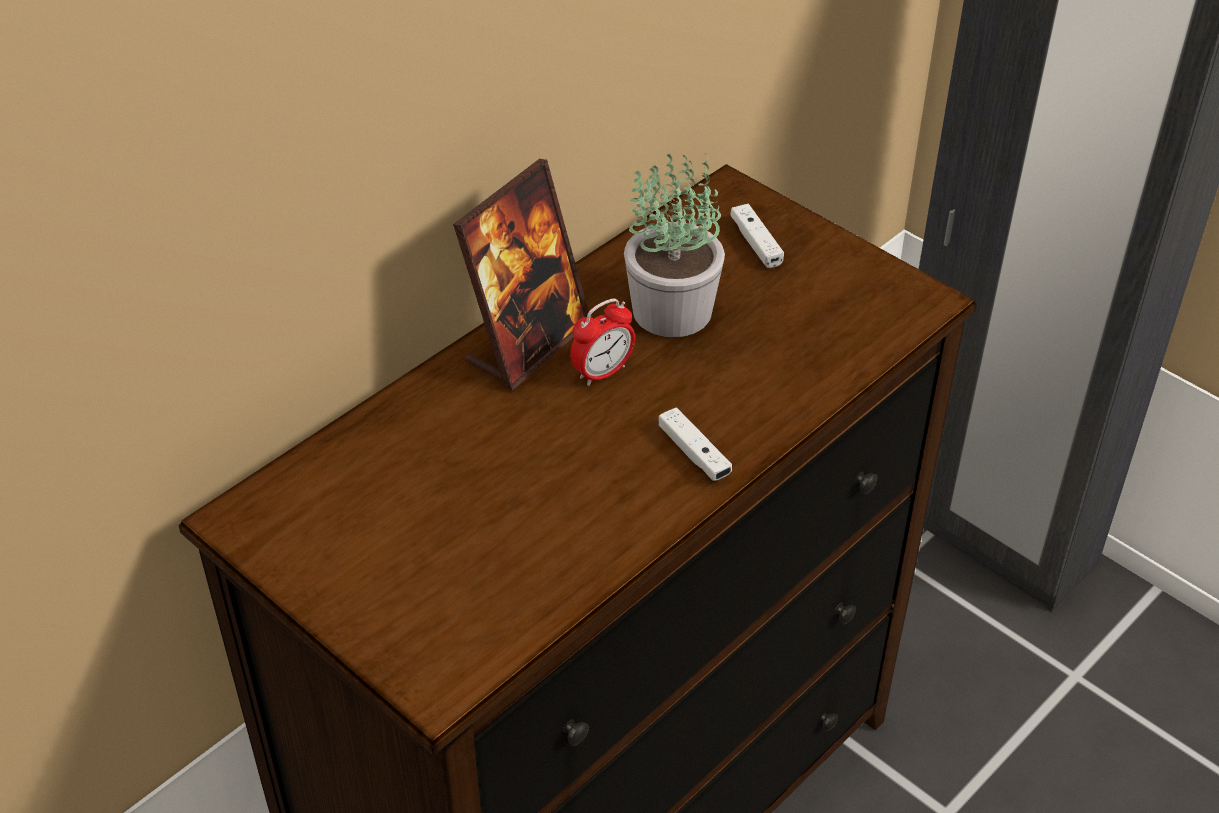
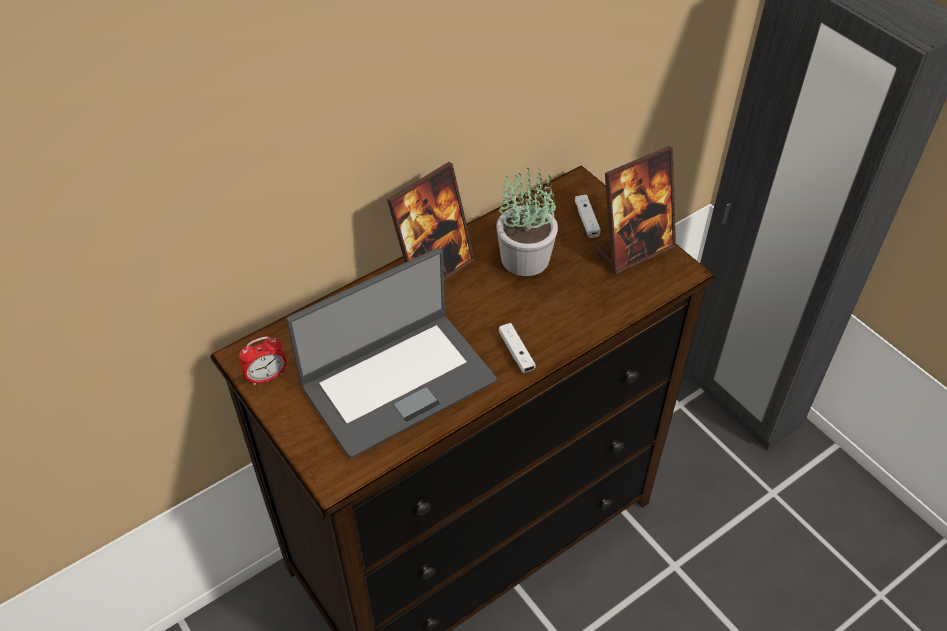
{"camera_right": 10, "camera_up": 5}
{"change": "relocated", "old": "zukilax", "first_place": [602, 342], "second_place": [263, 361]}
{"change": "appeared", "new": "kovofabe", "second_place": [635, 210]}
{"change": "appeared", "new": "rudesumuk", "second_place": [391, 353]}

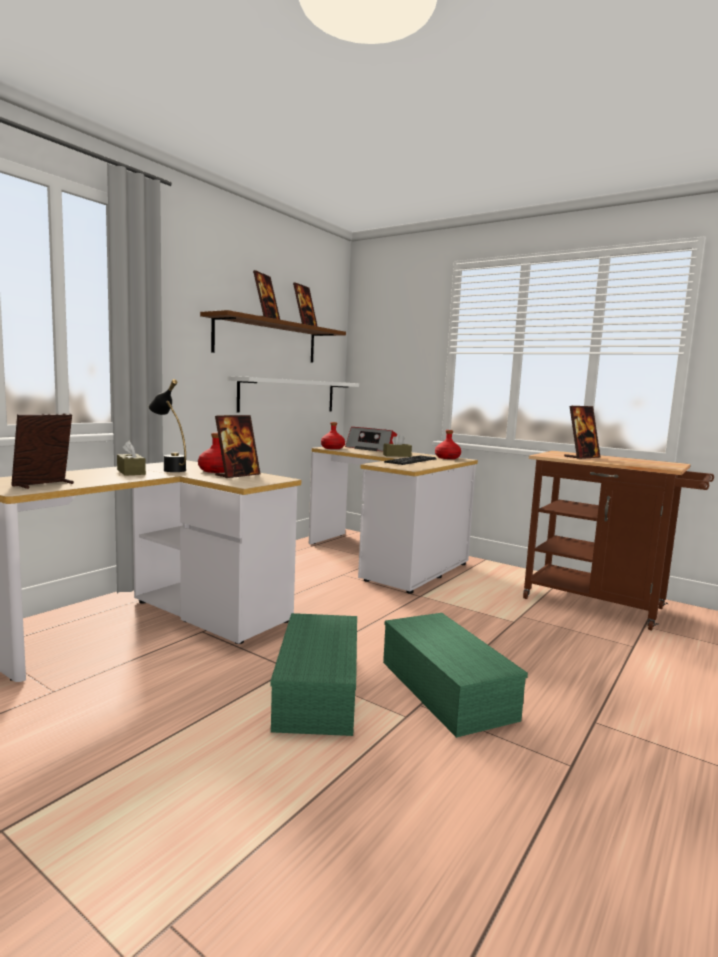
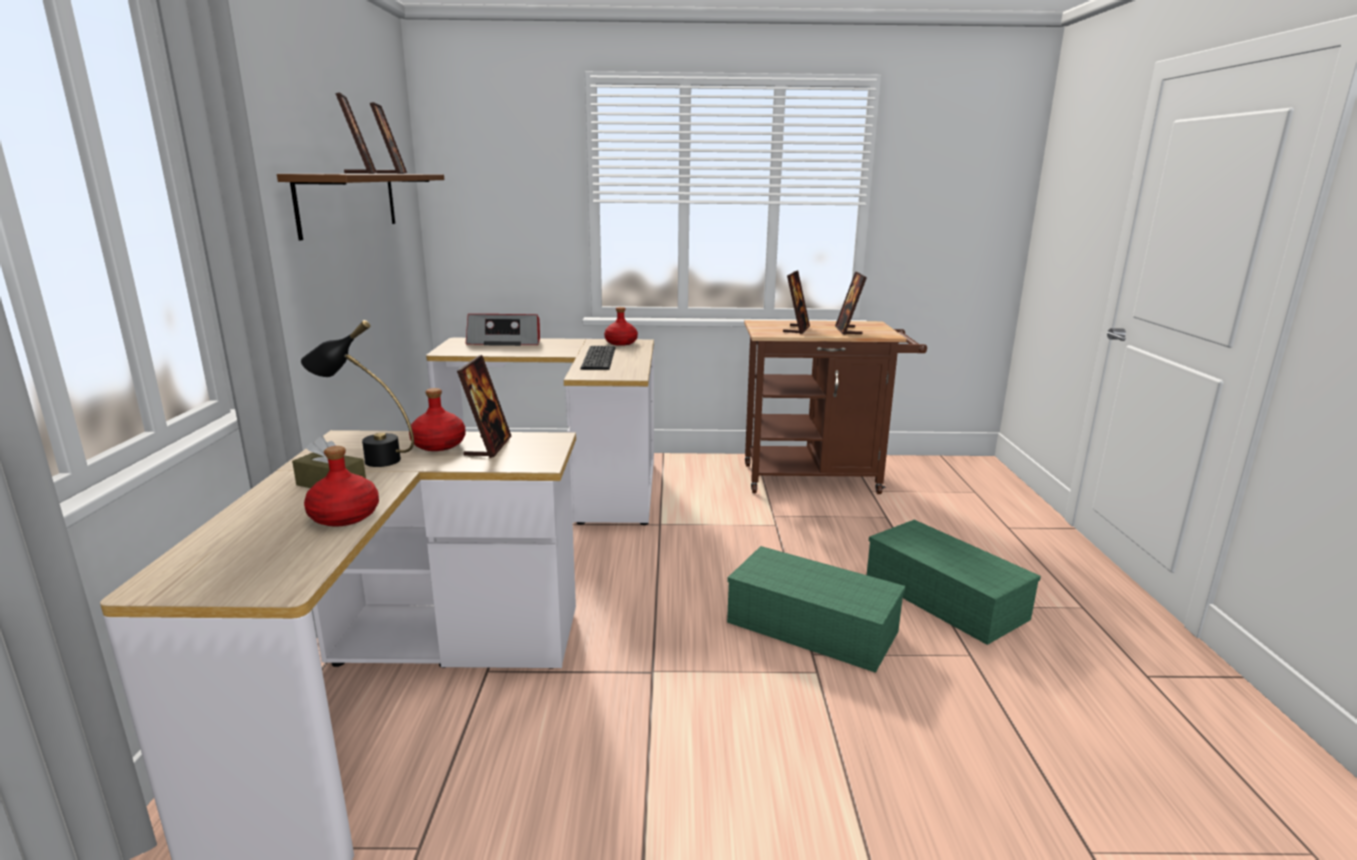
{"camera_right": -35, "camera_up": 10}
{"change": "missing", "old": "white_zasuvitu", "first_place": [293, 394]}
{"change": "relocated", "old": "kovofabe", "first_place": [42, 451], "second_place": [851, 303]}
{"change": "relocated", "old": "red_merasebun", "first_place": [333, 435], "second_place": [341, 486]}
{"change": "missing", "old": "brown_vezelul", "first_place": [397, 445]}
{"change": "relocated", "old": "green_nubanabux", "first_place": [313, 674], "second_place": [954, 582]}

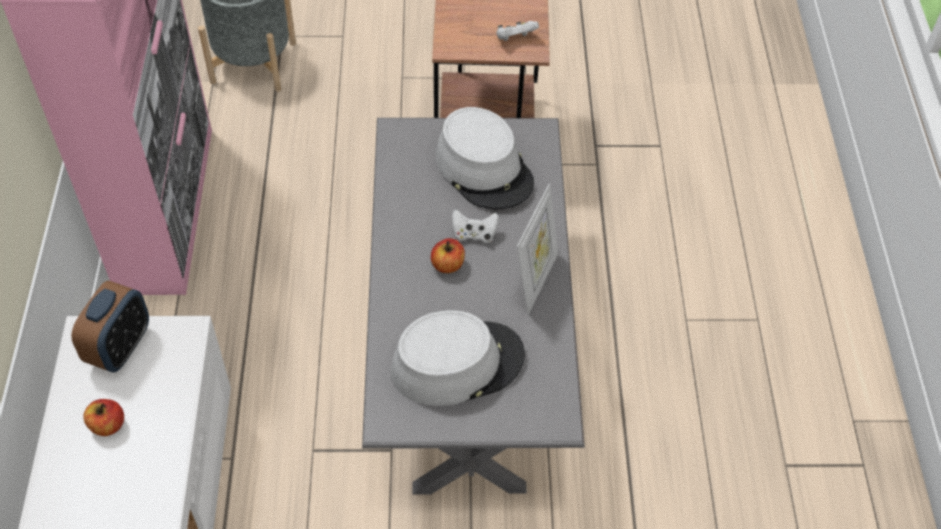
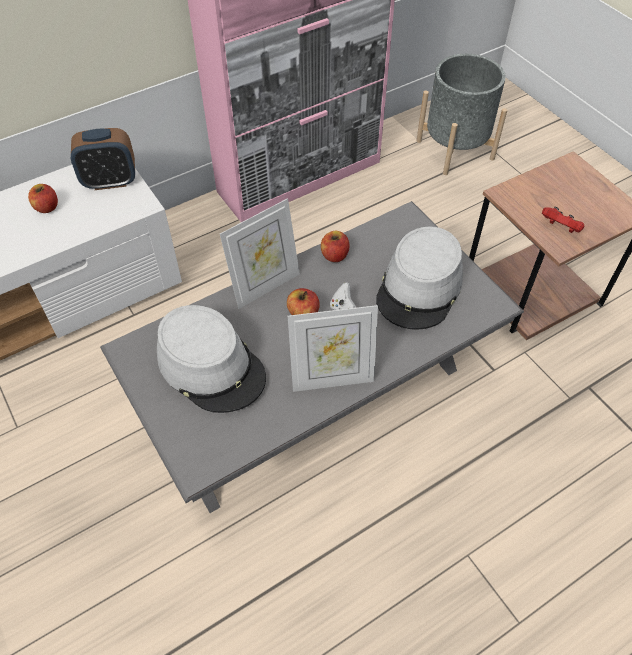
{"camera_right": 60, "camera_up": 0}
{"change": "colour", "old": "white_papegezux", "new": "red_papegezux", "first_place": [517, 31], "second_place": [563, 220]}
{"change": "appeared", "new": "kovofabe", "second_place": [260, 253]}
{"change": "appeared", "new": "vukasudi", "second_place": [335, 246]}

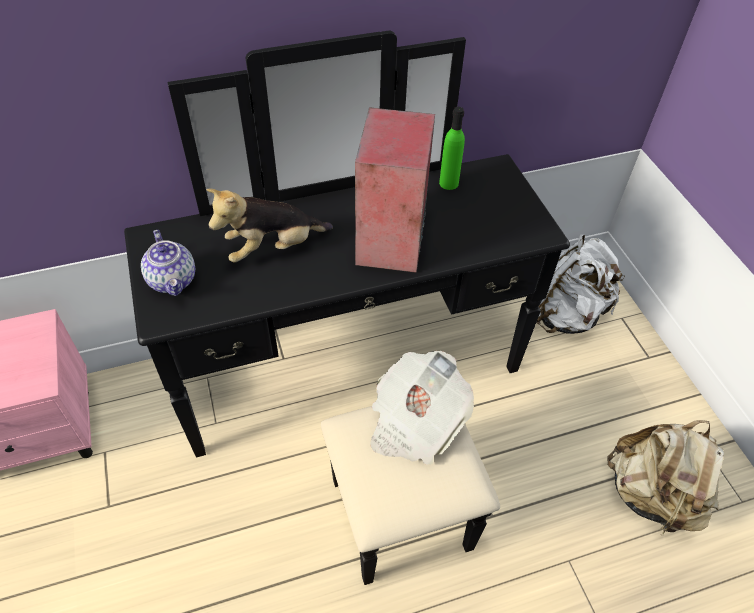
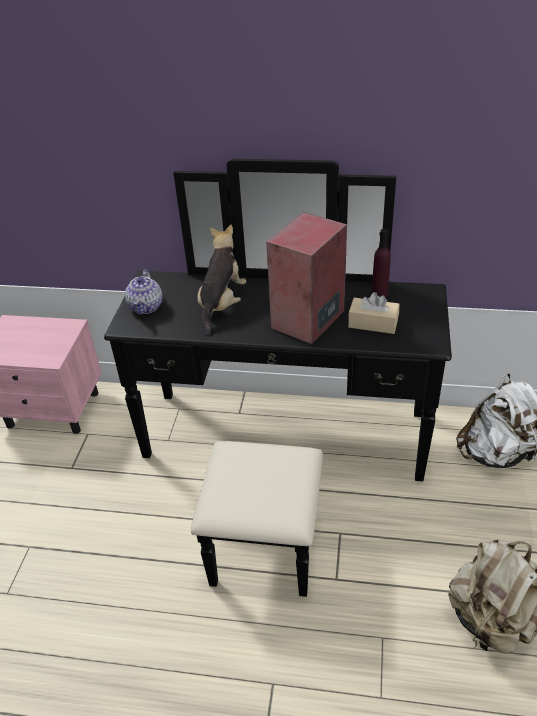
{"camera_right": 30, "camera_up": -10}
{"change": "colour", "old": "green_merasebun", "new": "purple_merasebun", "first_place": [452, 148], "second_place": [381, 263]}
{"change": "spun", "old": "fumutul", "first_place": [269, 225], "second_place": [222, 280], "degrees": 105}
{"change": "missing", "old": "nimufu", "first_place": [422, 408]}
{"change": "appeared", "new": "beige_vezelul", "second_place": [374, 313]}

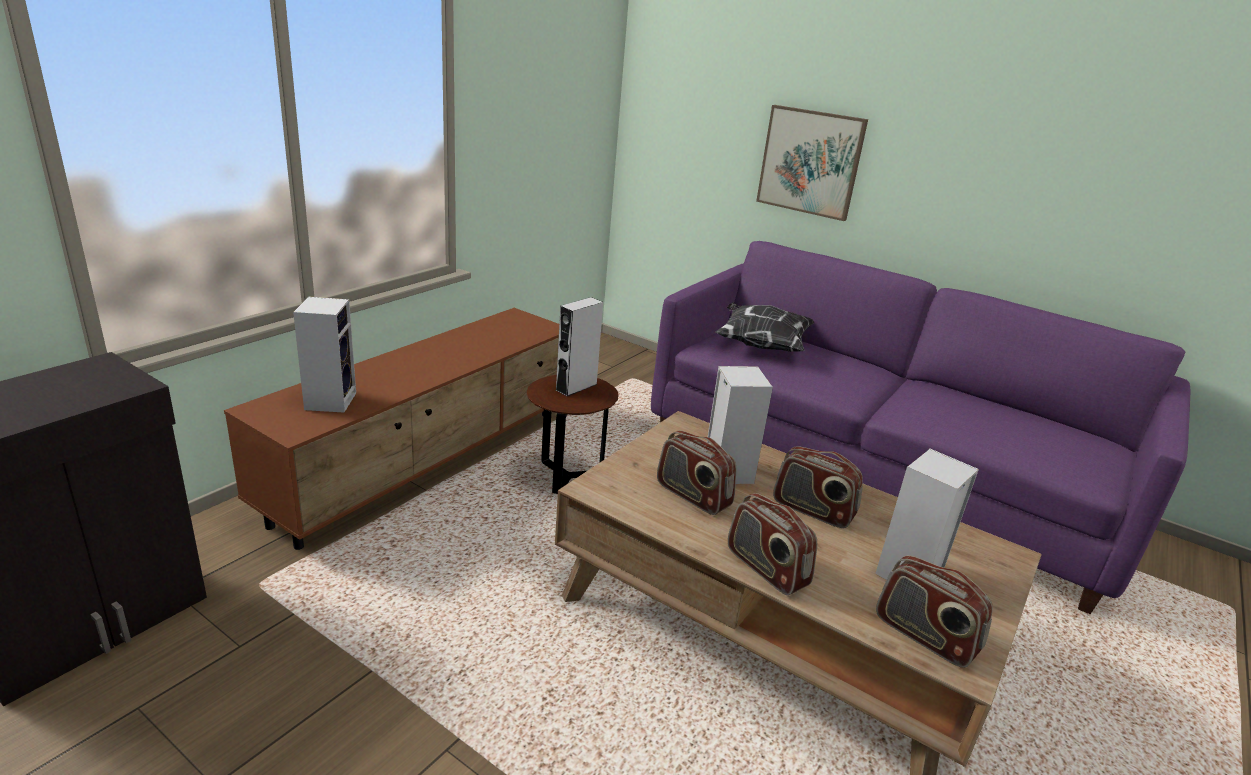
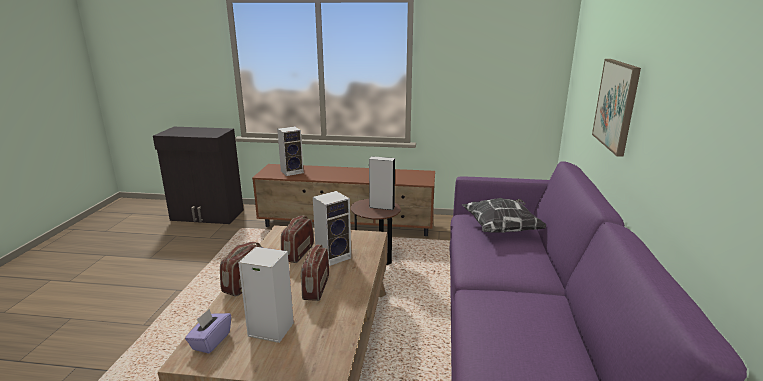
{"camera_right": 65, "camera_up": -5}
{"change": "exchanged", "old": "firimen", "new": "purple_vezelul", "first_place": [934, 612], "second_place": [208, 331]}

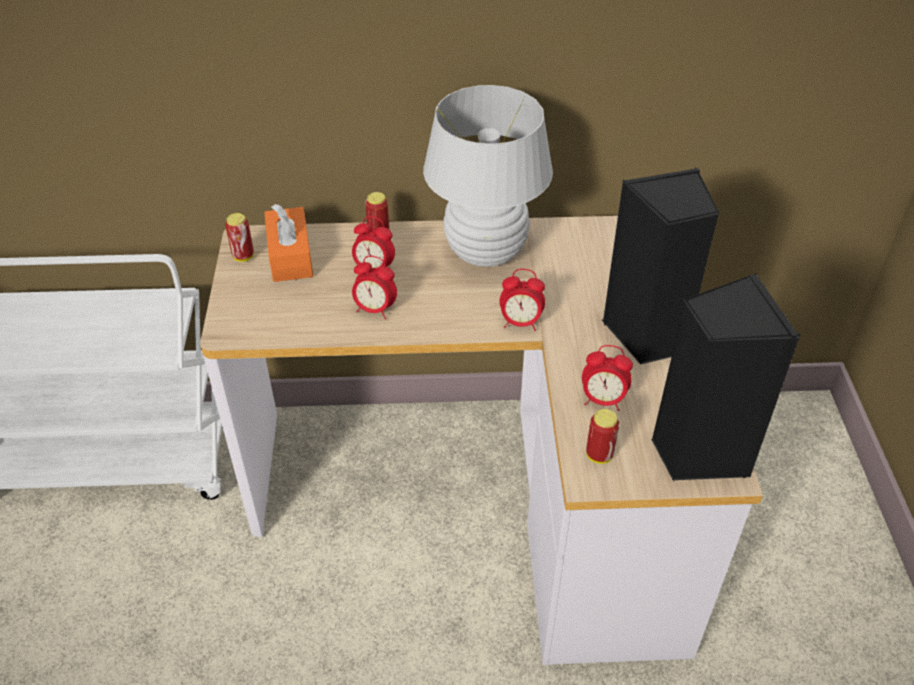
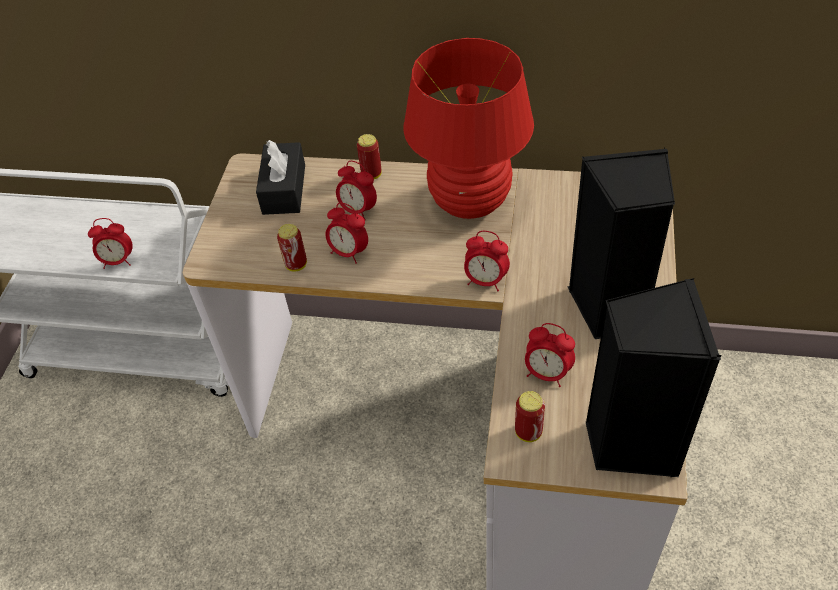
{"camera_right": 15, "camera_up": 5}
{"change": "colour", "old": "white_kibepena", "new": "red_kibepena", "first_place": [488, 176], "second_place": [468, 128]}
{"change": "colour", "old": "orange_vezelul", "new": "black_vezelul", "first_place": [288, 243], "second_place": [280, 177]}
{"change": "relocated", "old": "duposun", "first_place": [239, 237], "second_place": [292, 248]}
{"change": "appeared", "new": "zukilax", "second_place": [110, 243]}

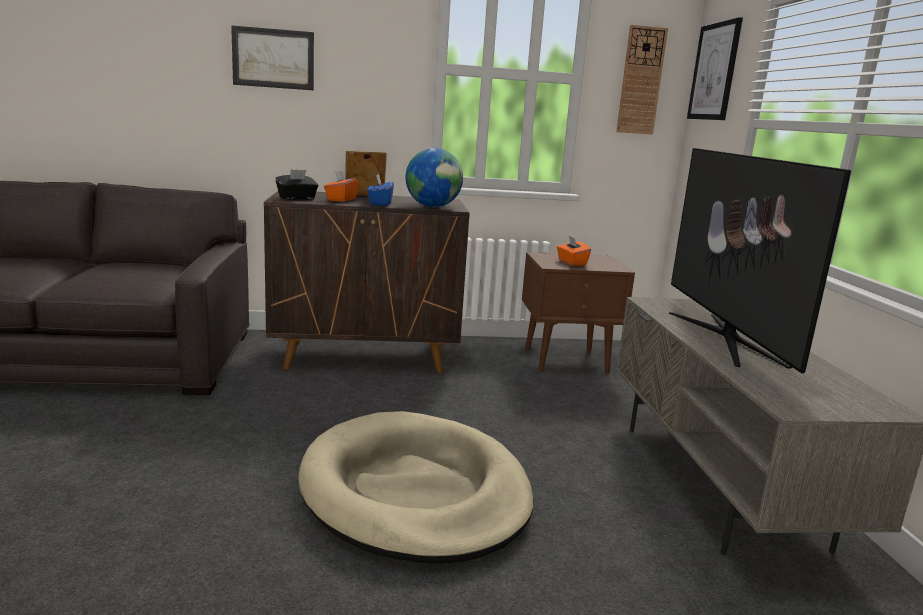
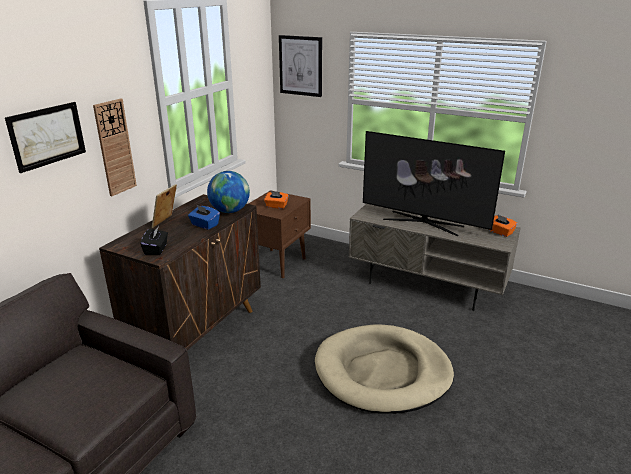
{"camera_right": -55, "camera_up": 10}
{"change": "relocated", "old": "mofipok", "first_place": [642, 80], "second_place": [115, 147]}
{"change": "relocated", "old": "orange_vezelul", "first_place": [341, 186], "second_place": [503, 226]}

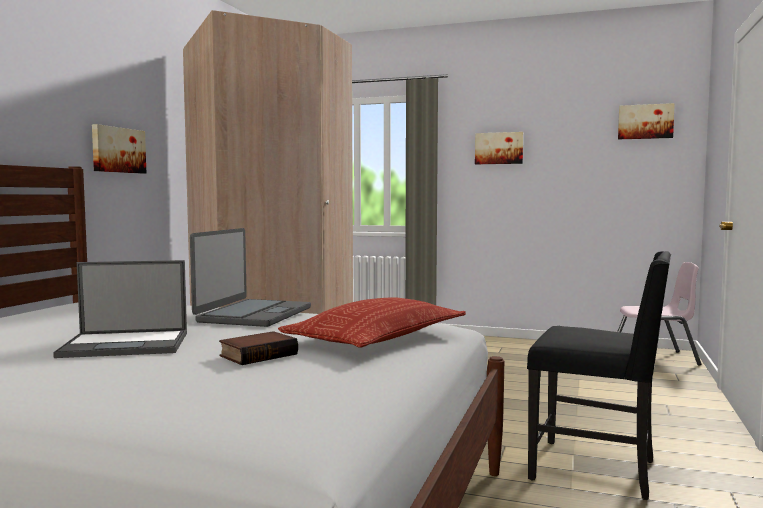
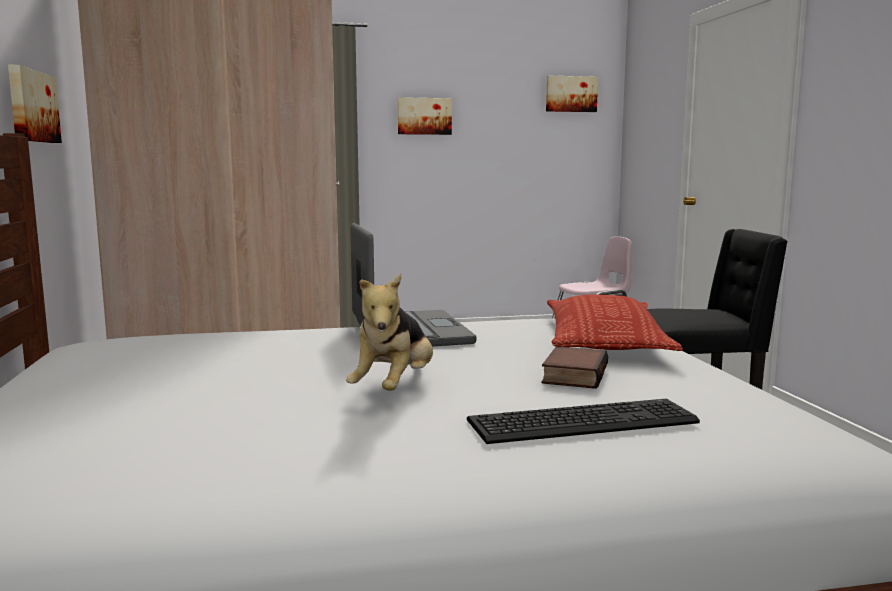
{"camera_right": -30, "camera_up": 5}
{"change": "exchanged", "old": "rudesumuk", "new": "fumutul", "first_place": [120, 309], "second_place": [389, 332]}
{"change": "appeared", "new": "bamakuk", "second_place": [583, 421]}

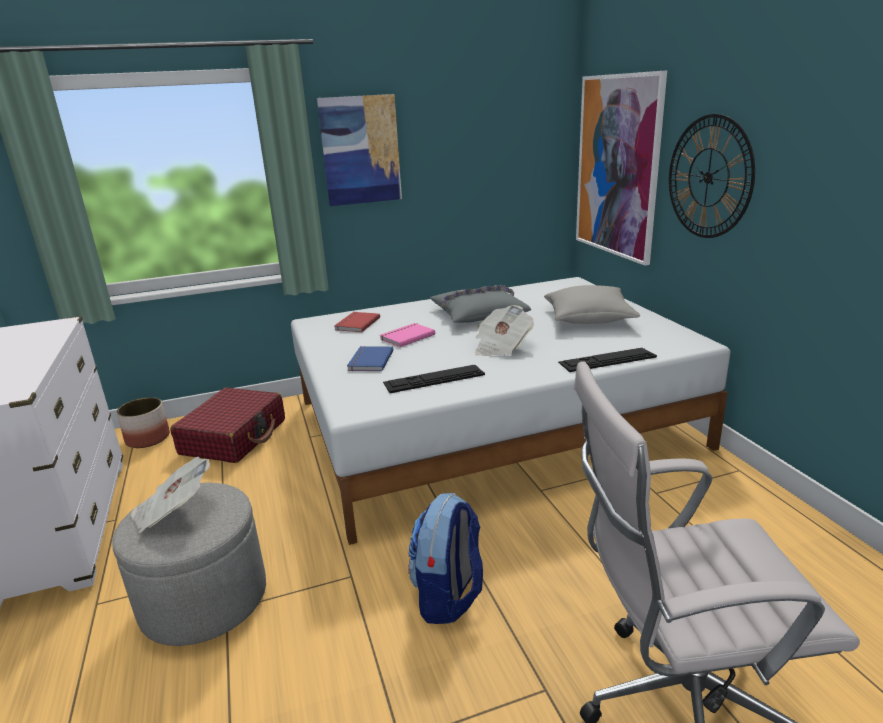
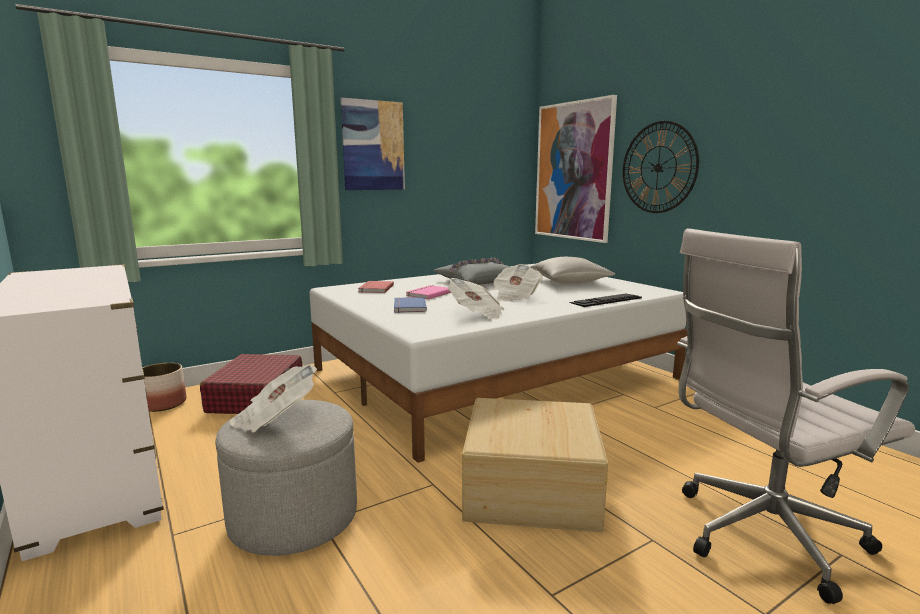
{"camera_right": -15, "camera_up": -10}
{"change": "exchanged", "old": "bamakuk", "new": "nimufu", "first_place": [434, 379], "second_place": [475, 299]}
{"change": "exchanged", "old": "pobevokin", "new": "beige_nubanabux", "first_place": [445, 558], "second_place": [535, 465]}

